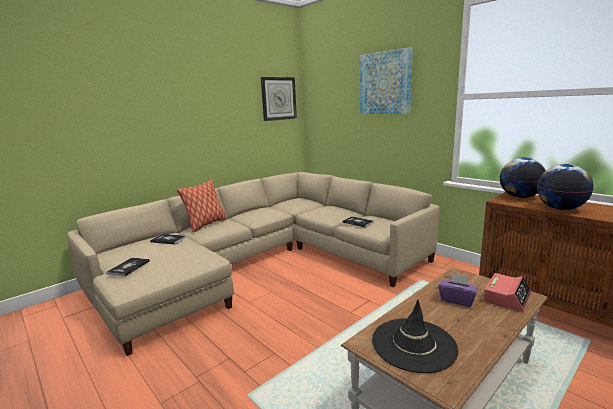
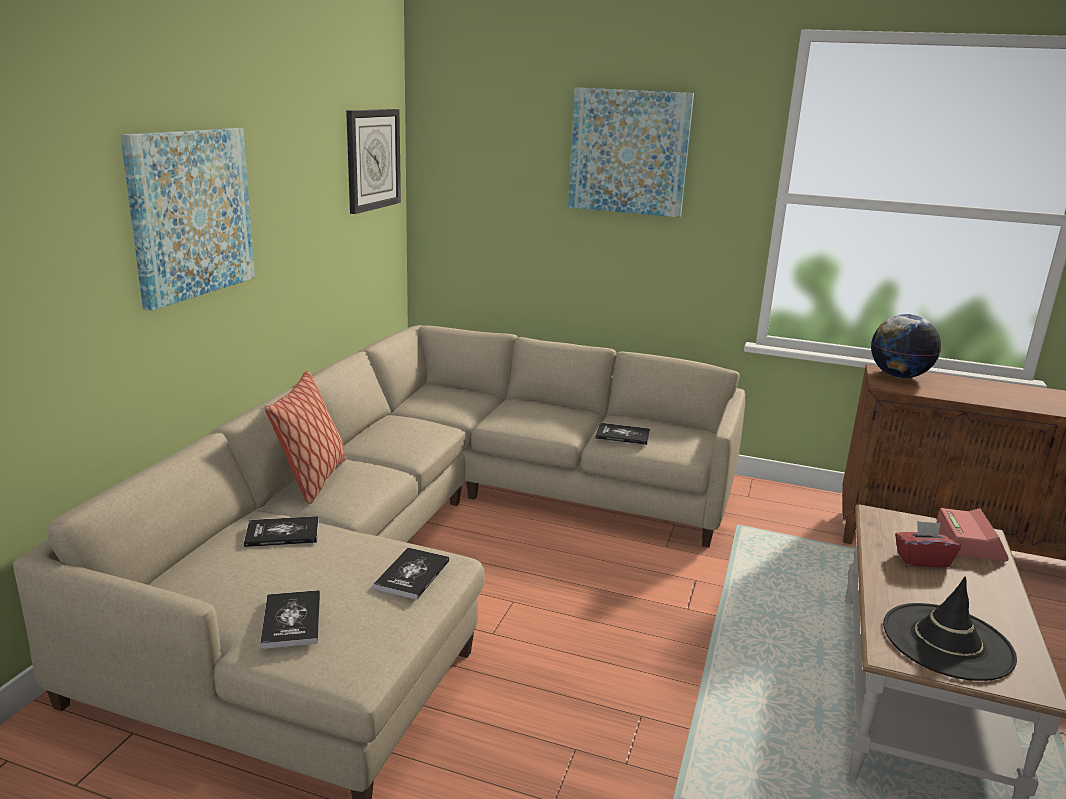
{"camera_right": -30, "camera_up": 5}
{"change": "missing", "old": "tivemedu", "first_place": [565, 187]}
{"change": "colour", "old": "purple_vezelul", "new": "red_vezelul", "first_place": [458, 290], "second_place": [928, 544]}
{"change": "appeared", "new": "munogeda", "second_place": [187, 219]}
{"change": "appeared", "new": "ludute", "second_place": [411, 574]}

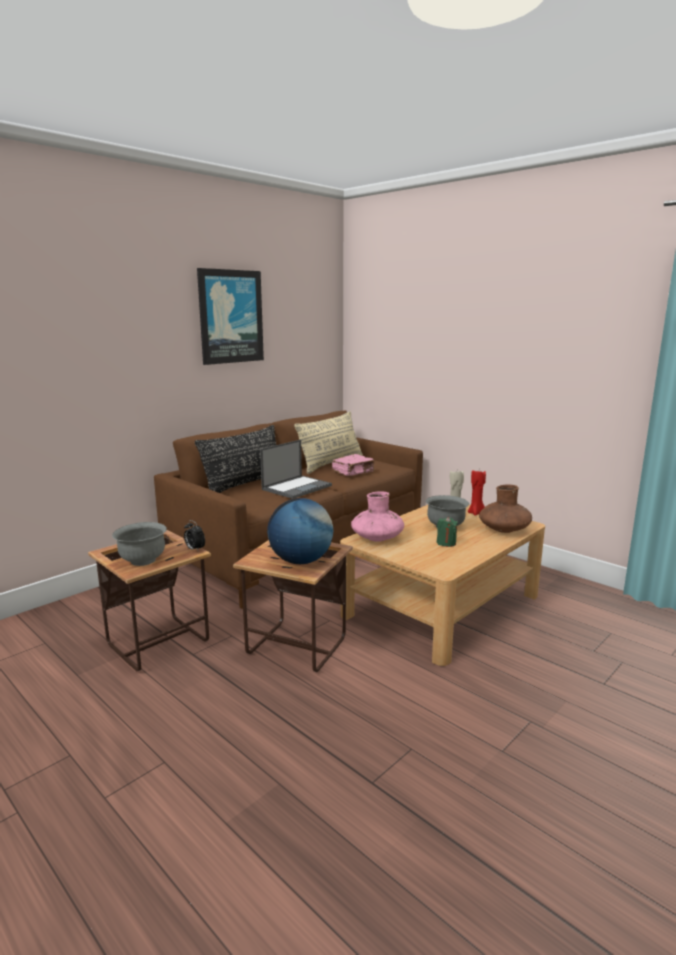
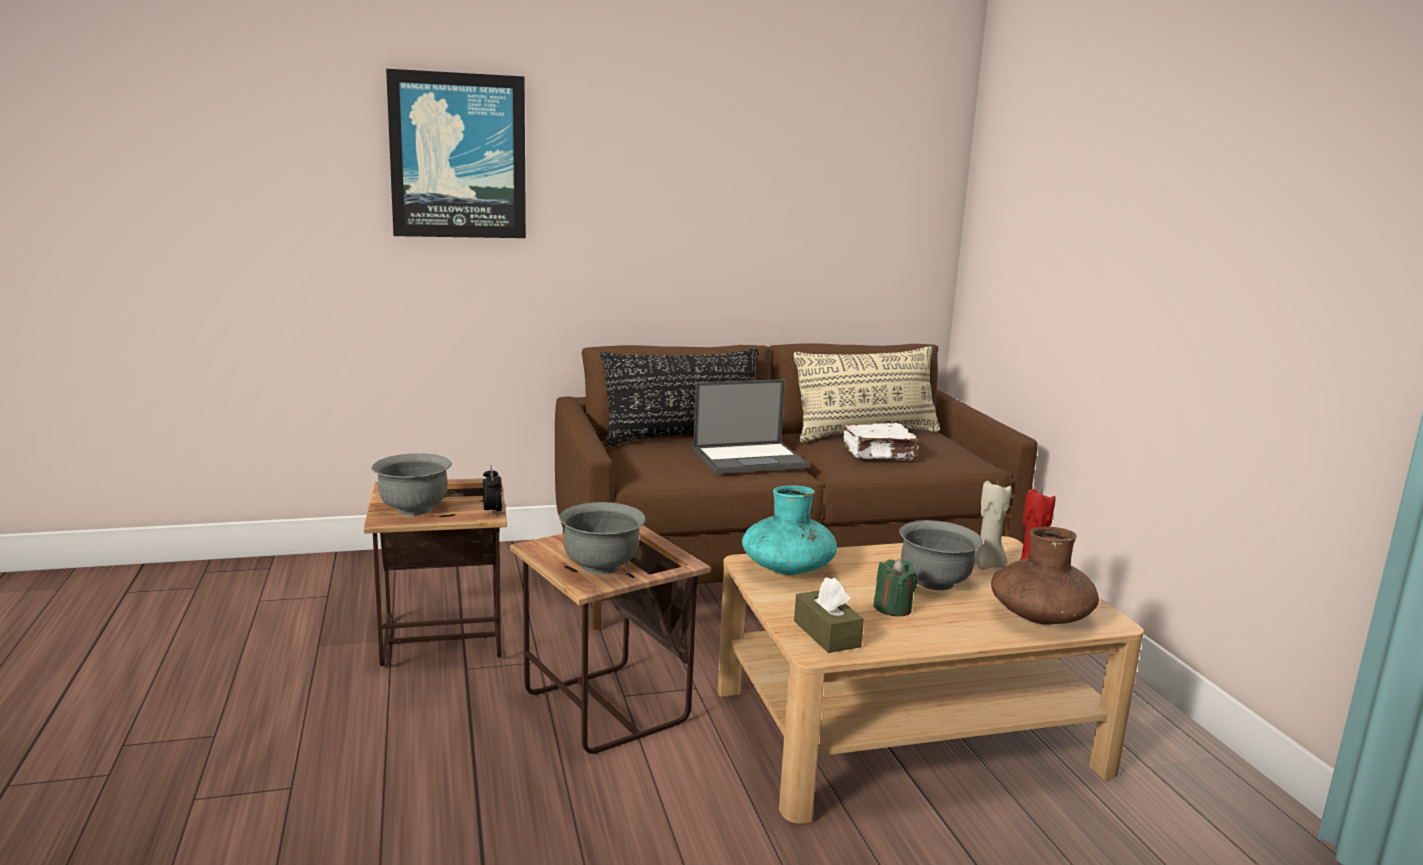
{"camera_right": 30, "camera_up": 0}
{"change": "relocated", "old": "munogeda", "first_place": [230, 316], "second_place": [456, 153]}
{"change": "colour", "old": "pink_ludute", "new": "white_ludute", "first_place": [353, 465], "second_place": [881, 441]}
{"change": "colour", "old": "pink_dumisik", "new": "turquoise_dumisik", "first_place": [377, 516], "second_place": [789, 530]}
{"change": "exchanged", "old": "tivemedu", "new": "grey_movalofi", "first_place": [300, 531], "second_place": [602, 538]}
{"change": "appeared", "new": "brown_vezelul", "second_place": [829, 615]}

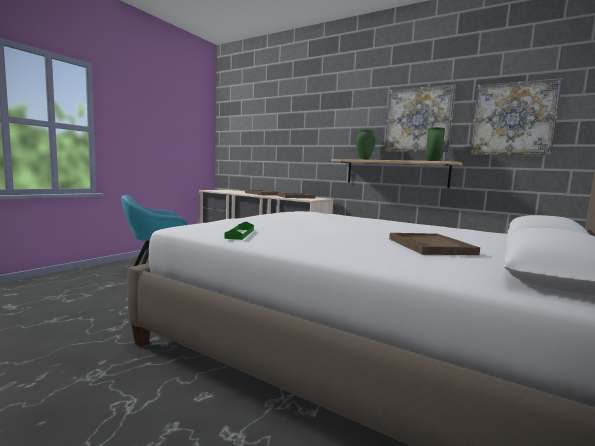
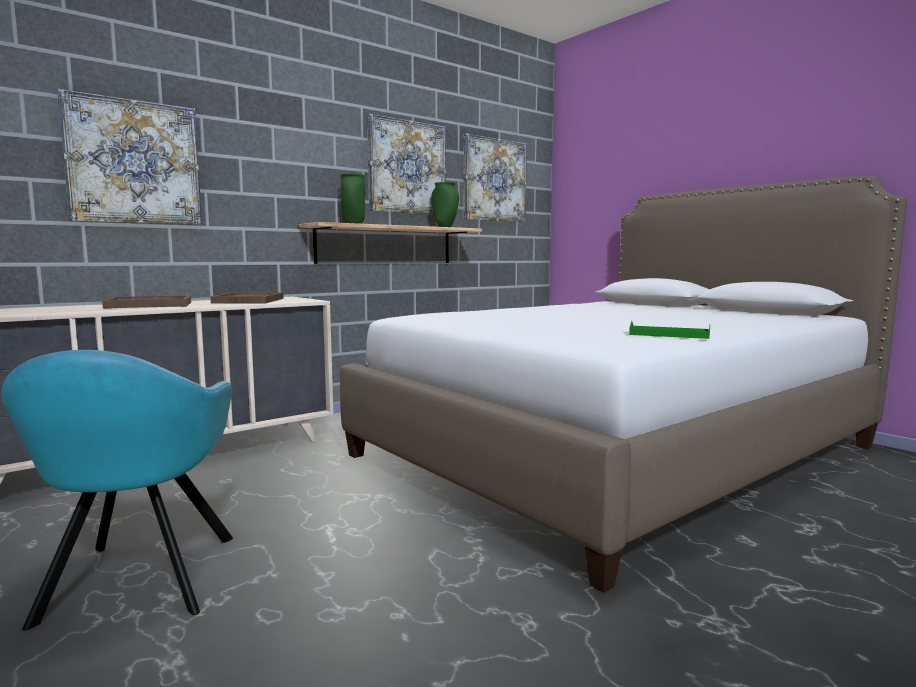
{"camera_right": -70, "camera_up": 0}
{"change": "missing", "old": "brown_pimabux", "first_place": [434, 244]}
{"change": "appeared", "new": "munogeda", "second_place": [129, 157]}

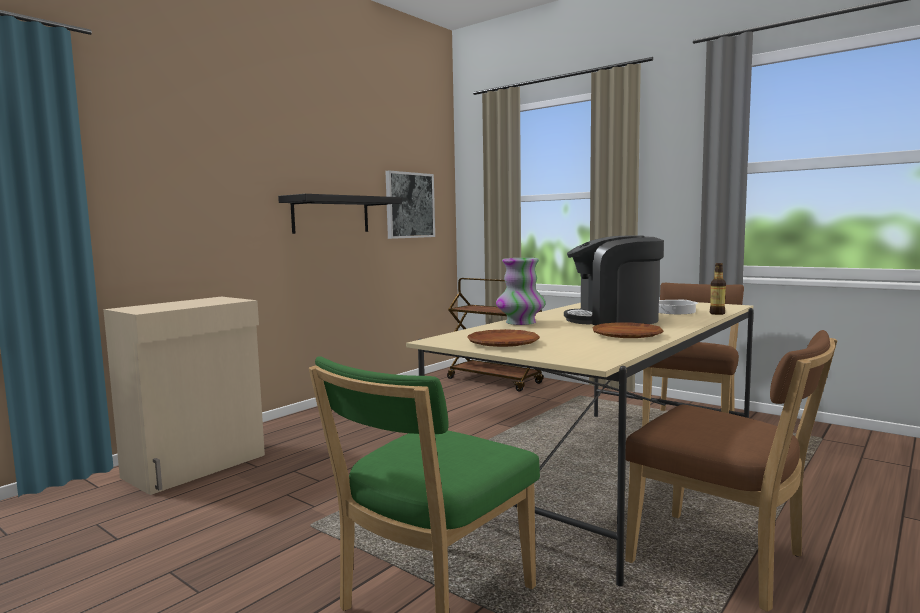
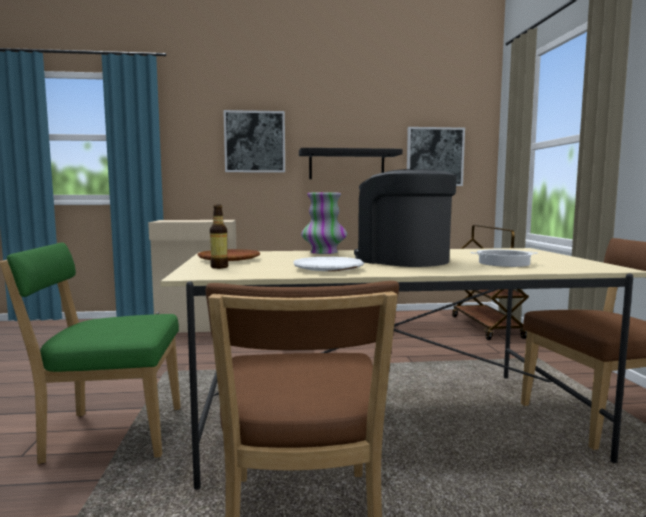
{"camera_right": 45, "camera_up": 0}
{"change": "relocated", "old": "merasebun", "first_place": [718, 289], "second_place": [219, 237]}
{"change": "colour", "old": "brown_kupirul", "new": "white_kupirul", "first_place": [628, 330], "second_place": [329, 264]}
{"change": "appeared", "new": "munogeda", "second_place": [254, 141]}

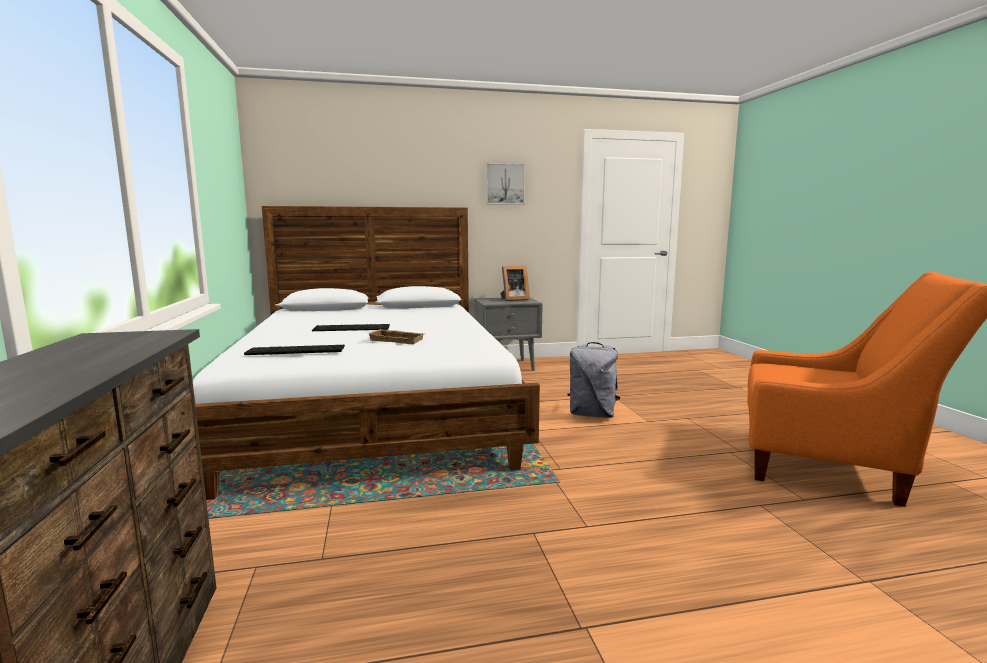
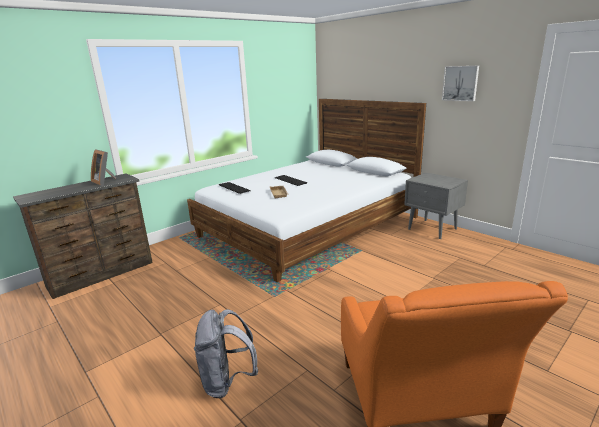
{"camera_right": 60, "camera_up": 10}
{"change": "relocated", "old": "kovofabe", "first_place": [515, 283], "second_place": [103, 167]}
{"change": "relocated", "old": "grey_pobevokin", "first_place": [594, 380], "second_place": [226, 353]}

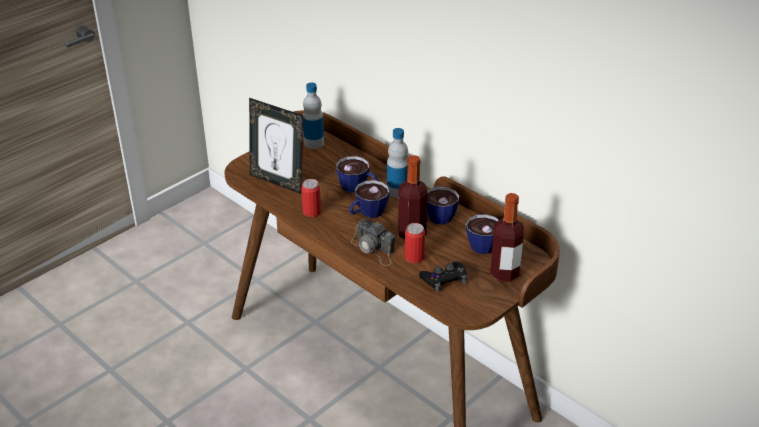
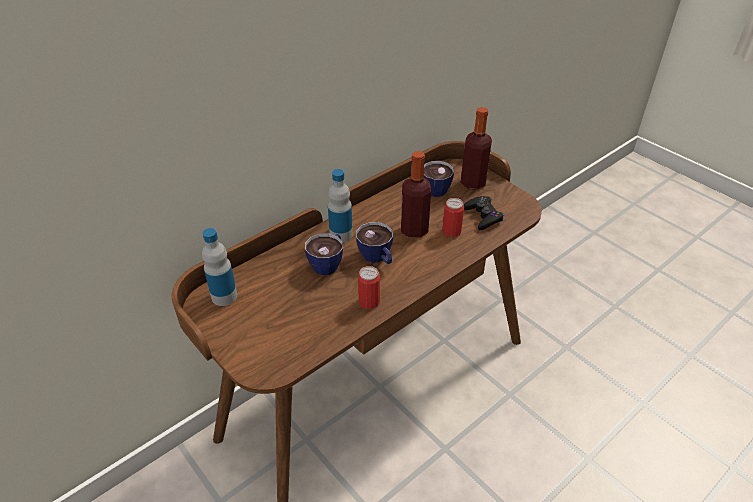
{"camera_right": -85, "camera_up": 5}
{"change": "missing", "old": "kovofabe", "first_place": [276, 146]}
{"change": "missing", "old": "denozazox", "first_place": [443, 205]}
{"change": "missing", "old": "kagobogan", "first_place": [373, 242]}

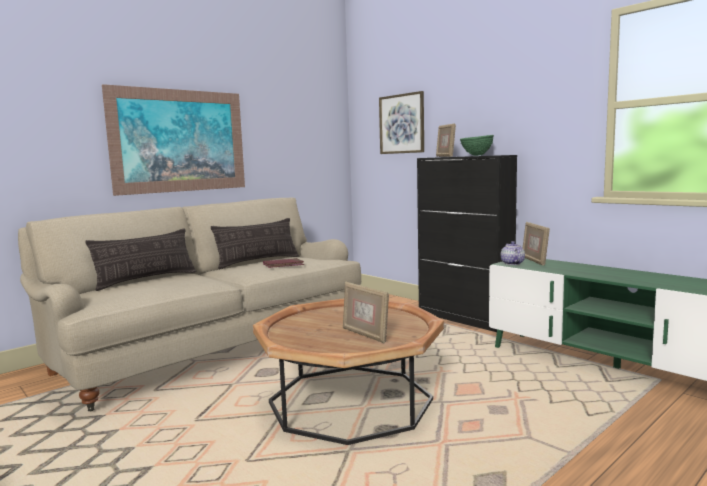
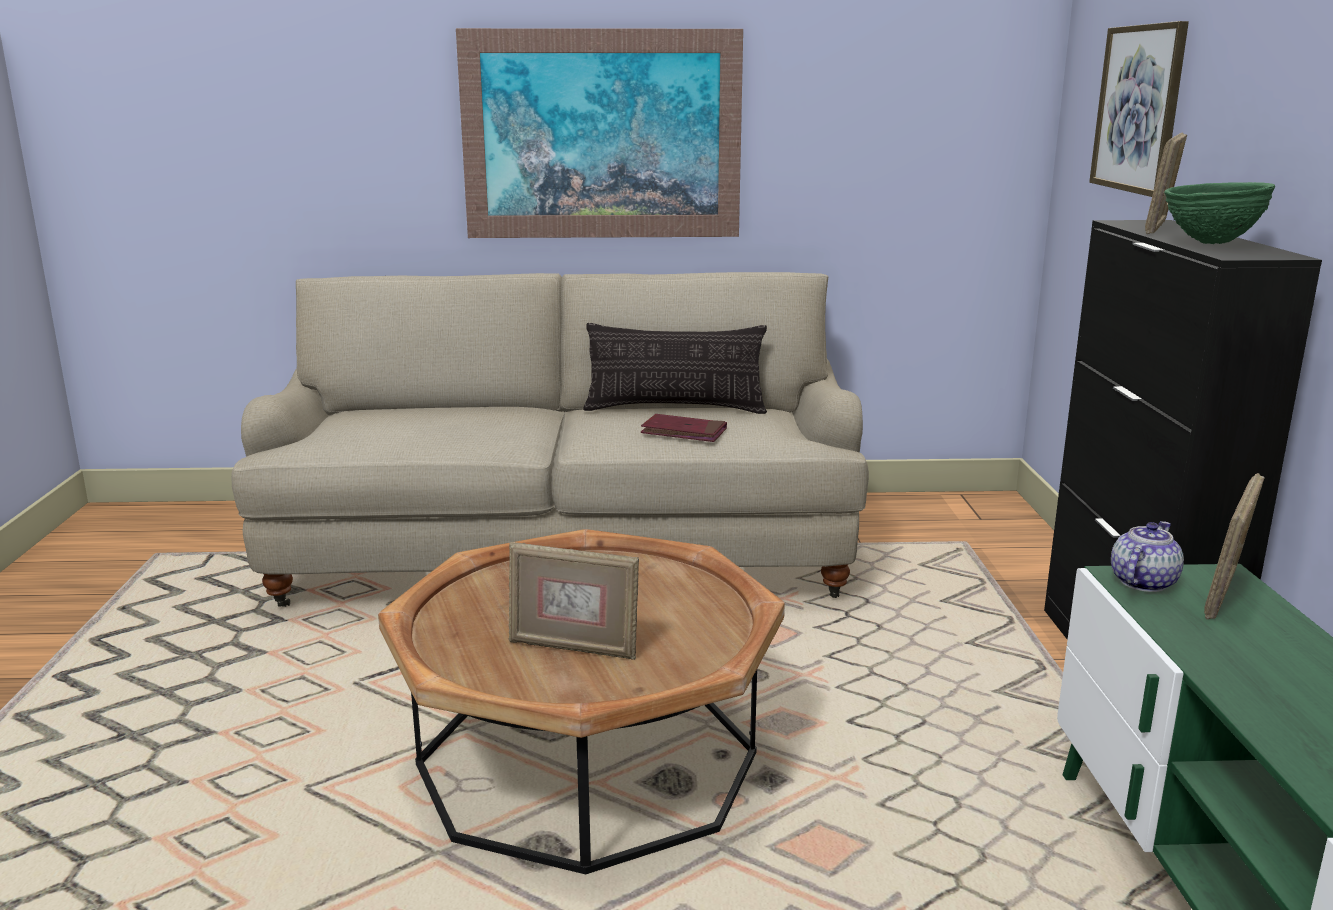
{"camera_right": 40, "camera_up": 10}
{"change": "missing", "old": "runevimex", "first_place": [141, 259]}
{"change": "spun", "old": "kovofabe", "first_place": [366, 312], "second_place": [574, 601], "degrees": -75}

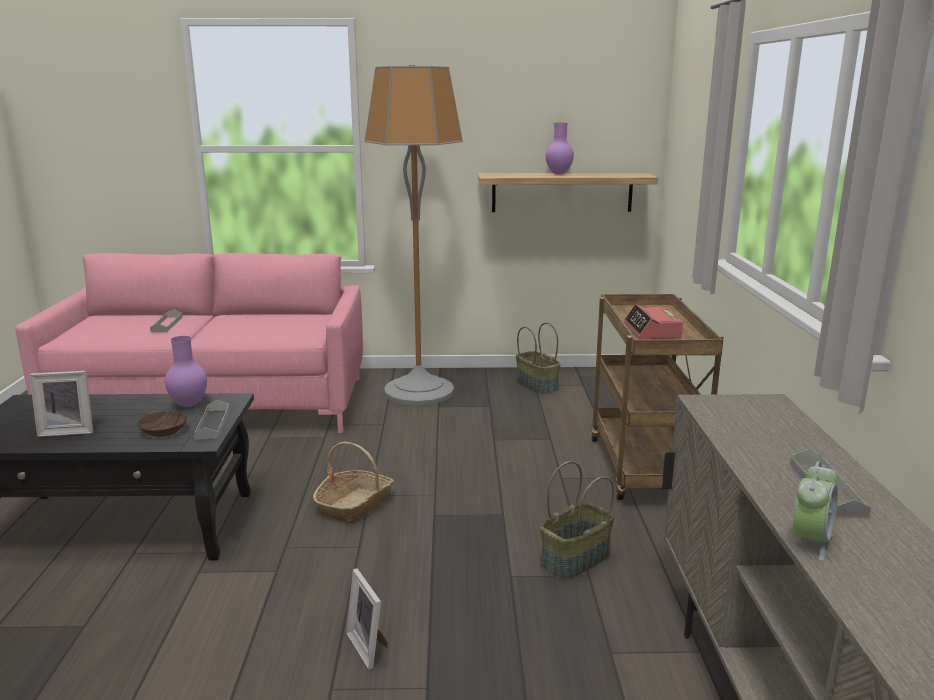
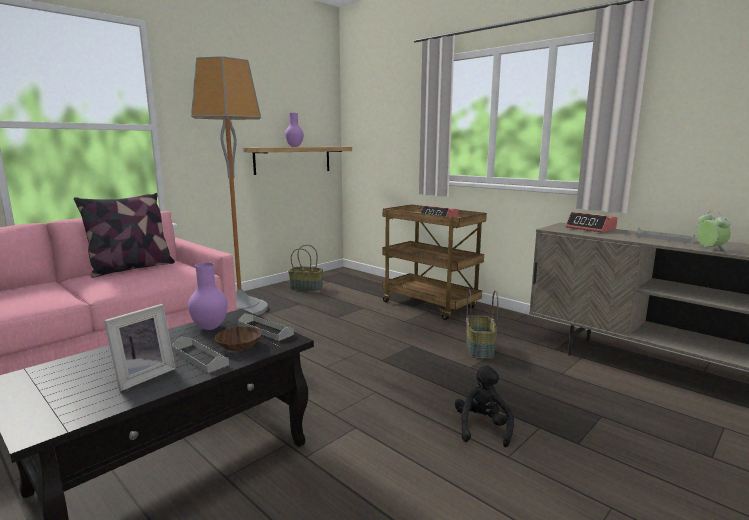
{"camera_right": -45, "camera_up": -5}
{"change": "relocated", "old": "grey_pimabux", "first_place": [166, 320], "second_place": [200, 355]}
{"change": "missing", "old": "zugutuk", "first_place": [353, 483]}
{"change": "exchanged", "old": "kovofabe", "new": "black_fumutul", "first_place": [367, 619], "second_place": [484, 406]}
{"change": "appeared", "new": "runevimex", "second_place": [124, 235]}
{"change": "appeared", "new": "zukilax", "second_place": [592, 222]}

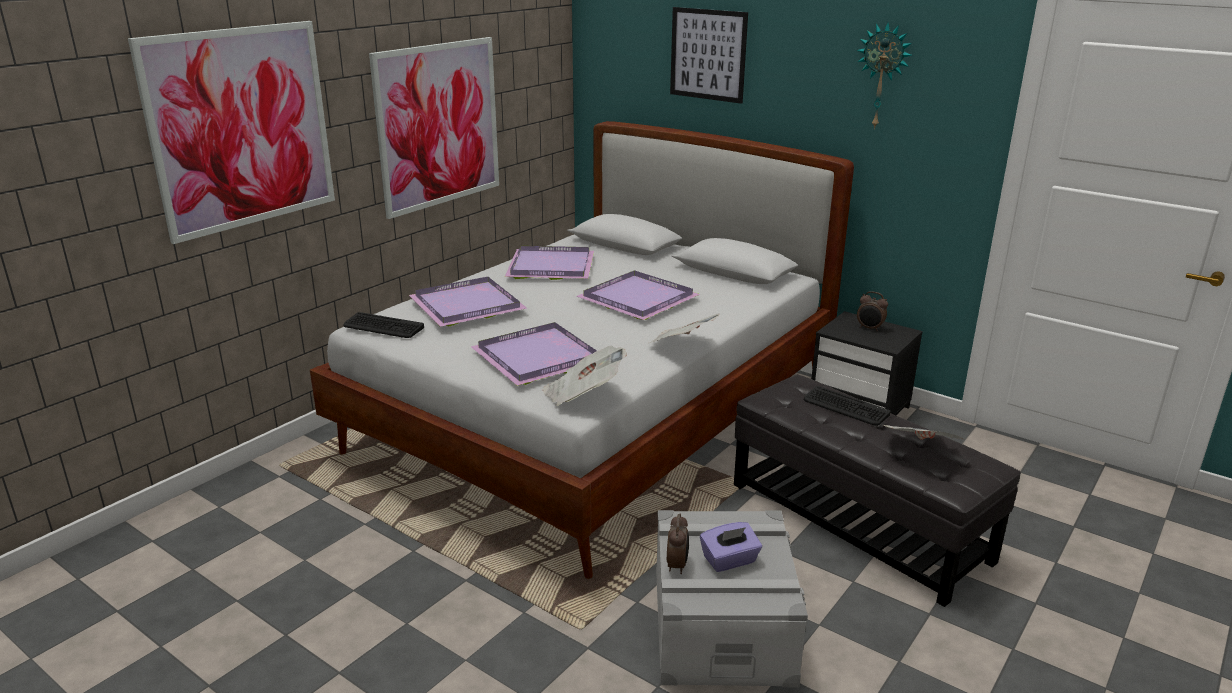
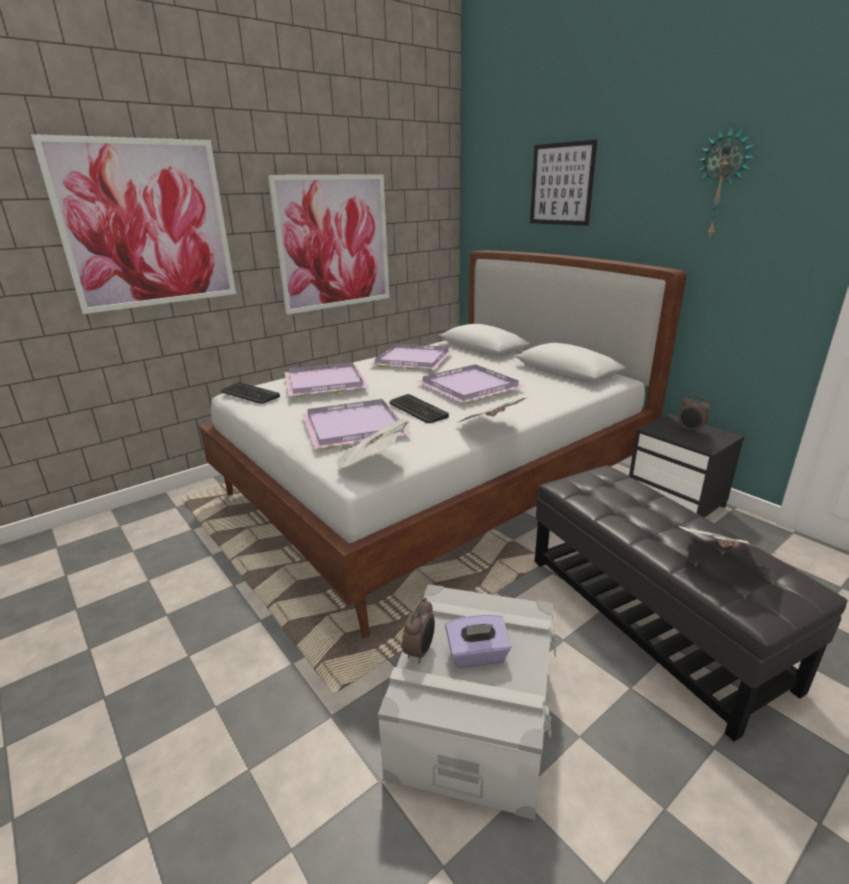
{"camera_right": 15, "camera_up": 0}
{"change": "relocated", "old": "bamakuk", "first_place": [847, 406], "second_place": [419, 408]}

